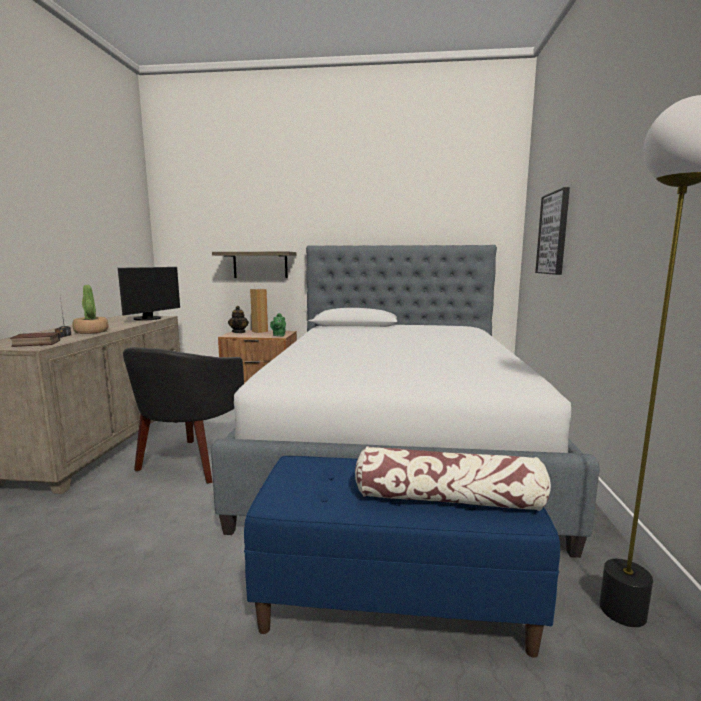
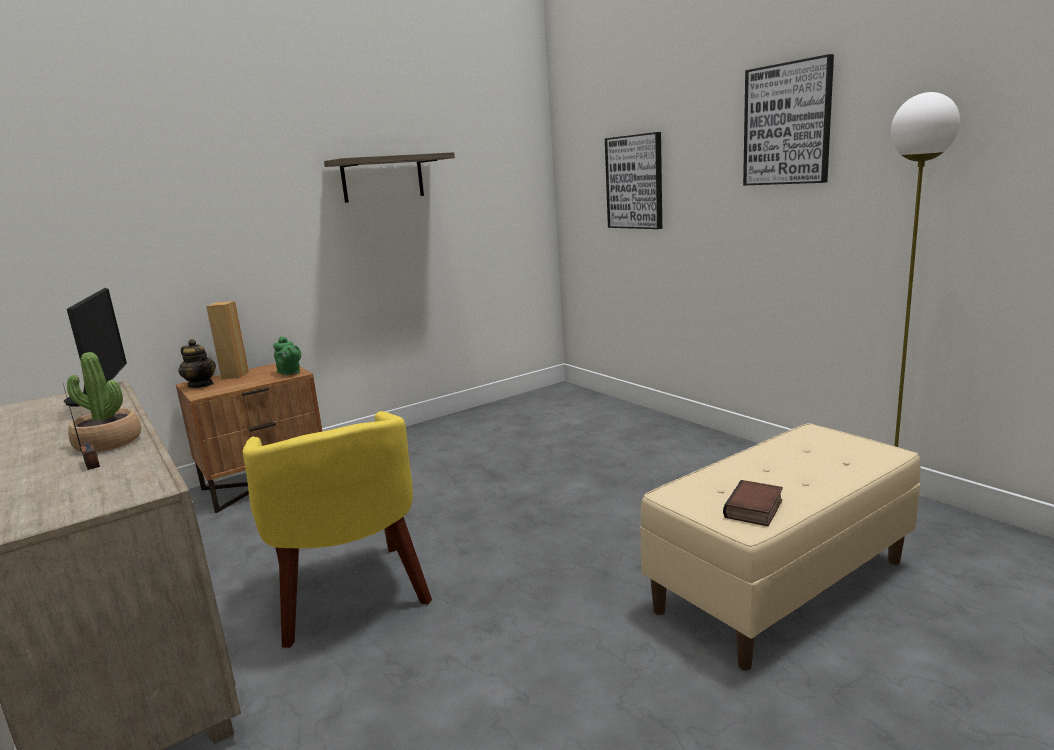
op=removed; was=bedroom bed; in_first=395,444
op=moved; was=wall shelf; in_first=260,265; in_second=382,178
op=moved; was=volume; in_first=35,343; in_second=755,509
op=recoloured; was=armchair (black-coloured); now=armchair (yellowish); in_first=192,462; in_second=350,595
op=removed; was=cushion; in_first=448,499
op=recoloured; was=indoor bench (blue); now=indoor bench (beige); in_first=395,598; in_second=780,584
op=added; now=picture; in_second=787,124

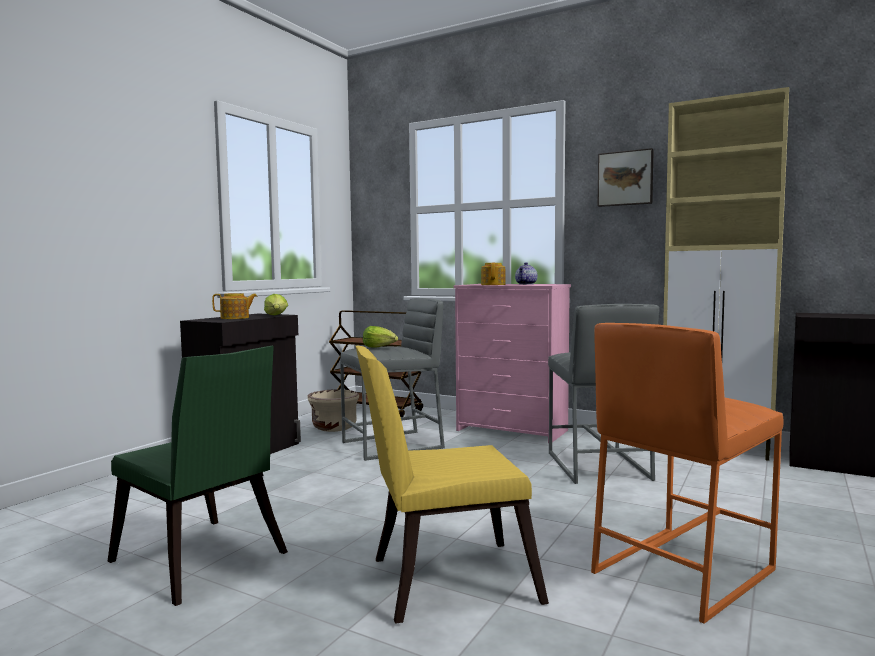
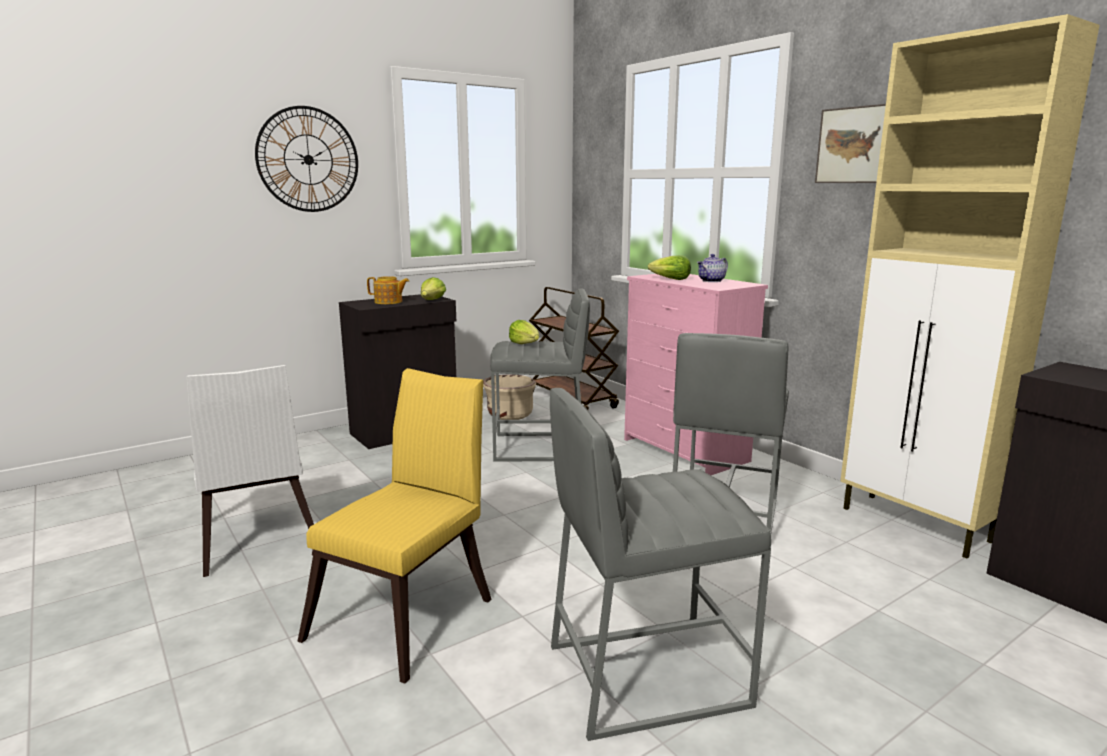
op=replaced; was=pot for tea; now=lettuce; in_first=493,284; in_second=670,279
op=recoloured; was=sitting stool (orange-coloured); now=sitting stool (gray); in_first=680,570; in_second=644,674
op=recoloured; was=upright chair (greenish); now=upright chair (white); in_first=202,563; in_second=258,541
op=turned; was=upright chair (yellowish); in_first=442,580; in_second=410,613; clockwise=105
op=added; now=hanging clock; in_second=308,159

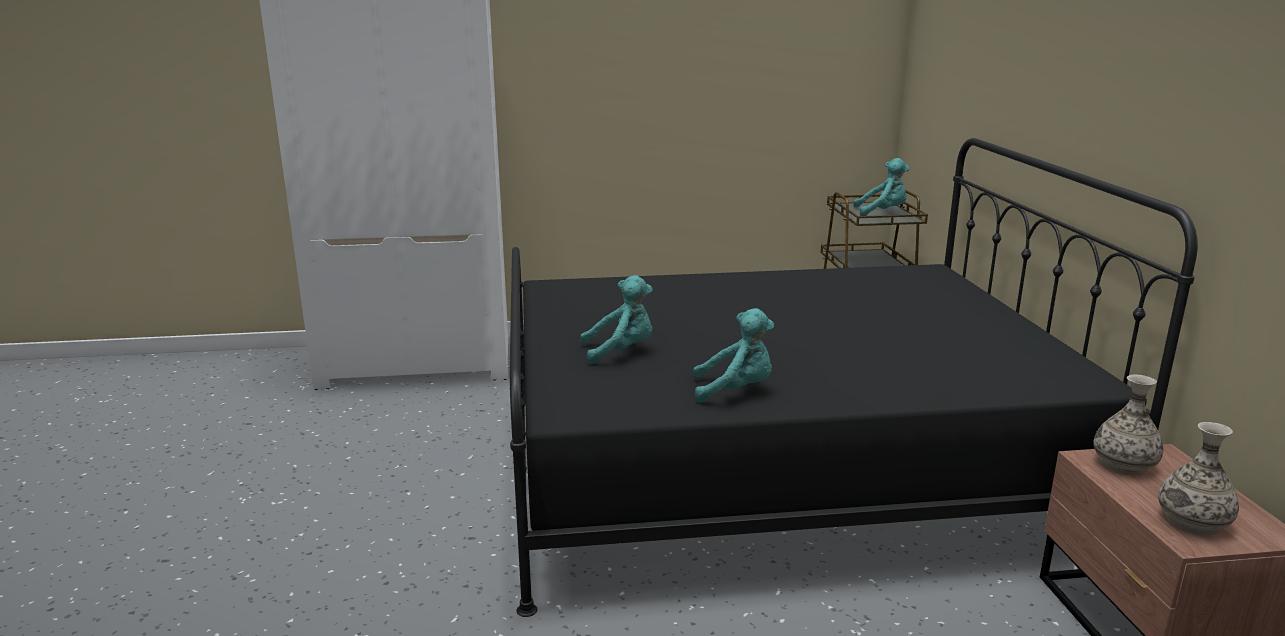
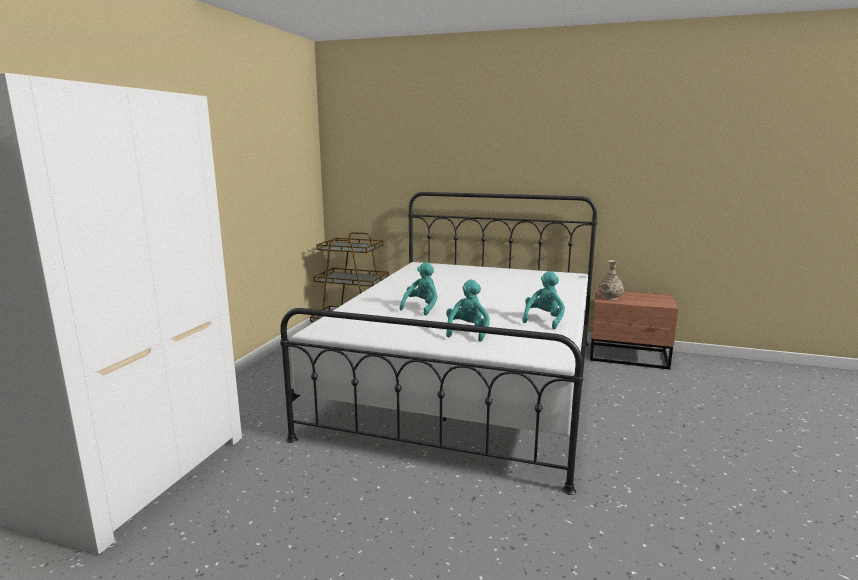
op=recoloured; was=bedroom bed (black-coloured); now=bedroom bed (white); in_first=775,468; in_second=465,383
op=moved; was=plush toy (turquoise-coloured); in_first=882,213; in_second=421,308
op=removed; was=flower vase; in_first=1192,521

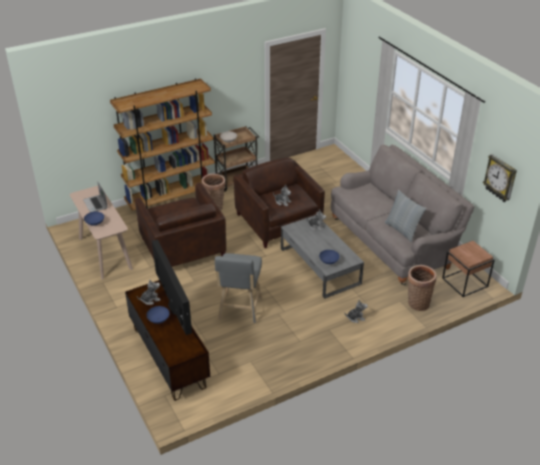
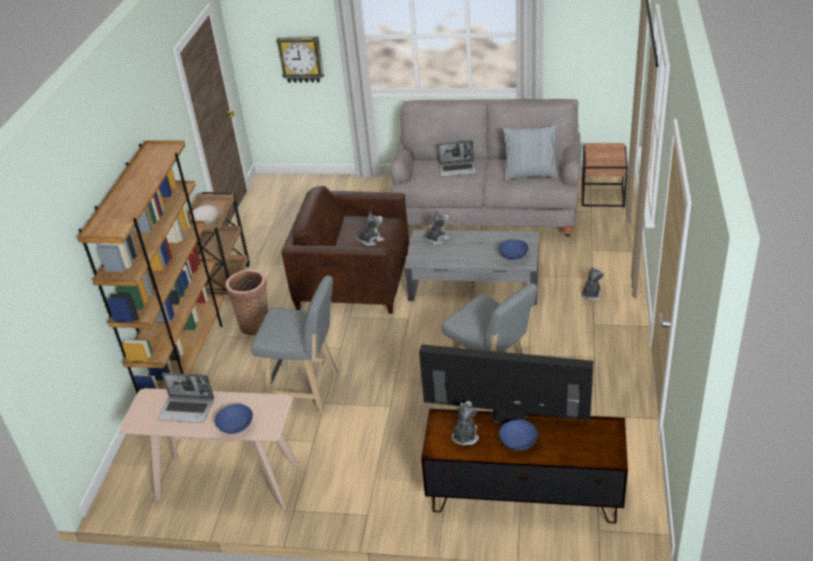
op=moved; was=hanging clock; in_first=500,178; in_second=301,59
op=replaced; was=armchair (brownish); now=sitting stool (gray); in_first=182,248; in_second=307,391
op=removed; was=household basket; in_first=417,302
op=added; now=notebook computer; in_second=458,169

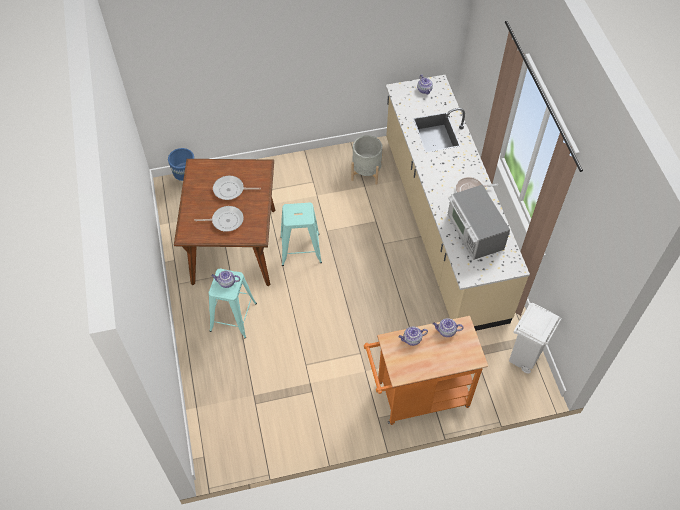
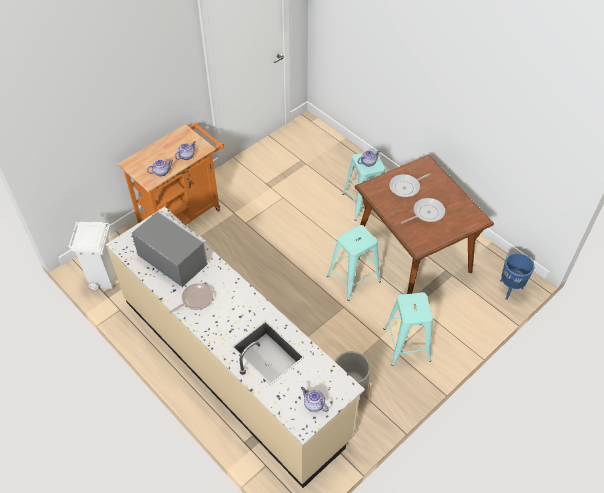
op=added; now=sitting stool (turquoise-coloured); in_second=406,344

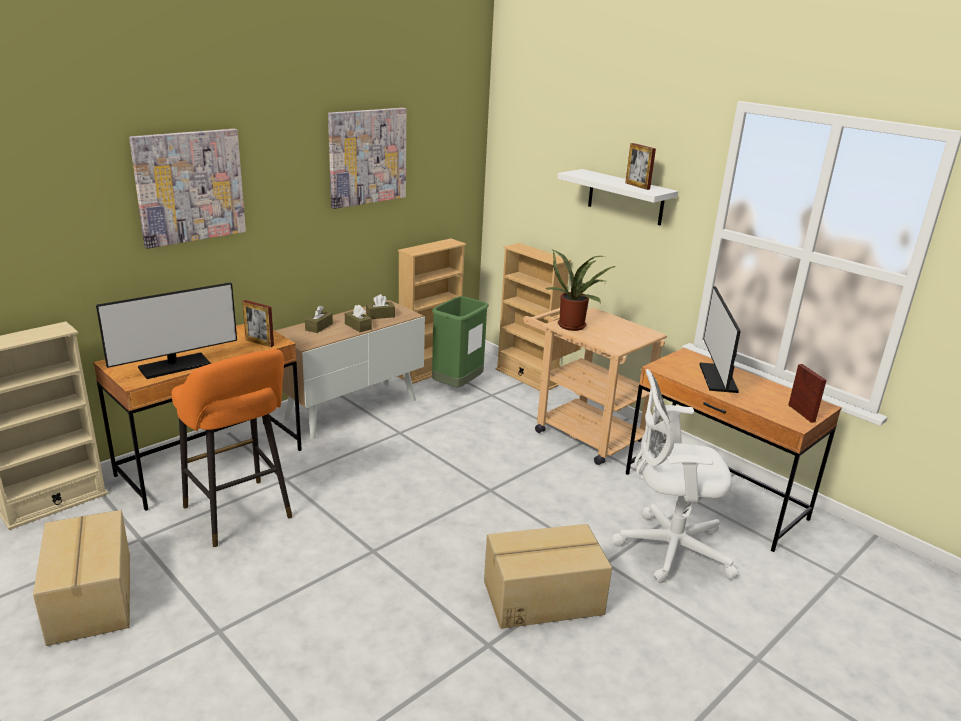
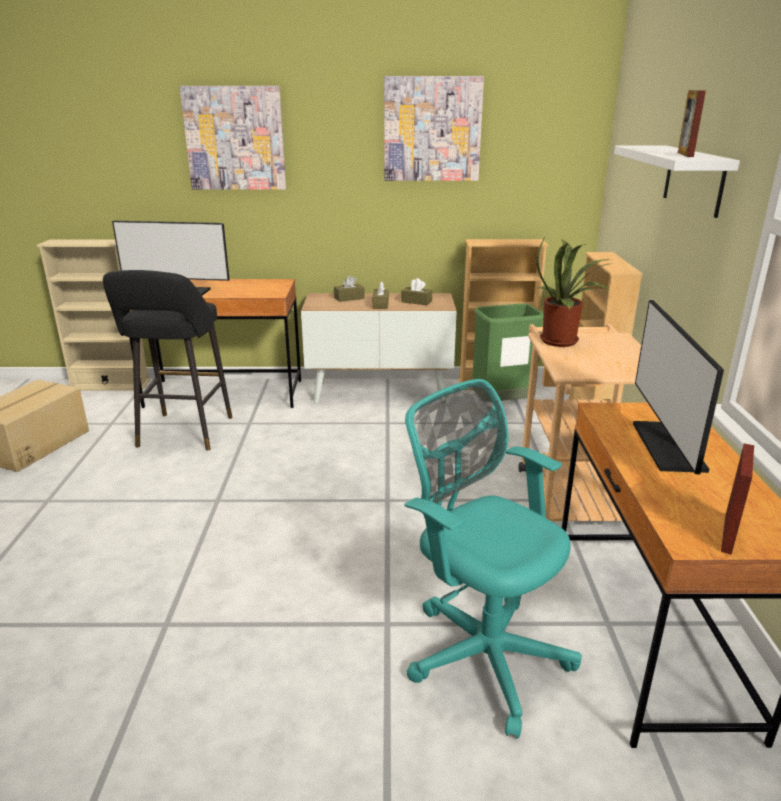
op=turned; was=computer display; in_first=718,378; in_second=668,446; clockwise=-45
op=removed; was=photo frame; in_first=259,342
op=recoloured; was=sitting stool (orange-coloured); now=sitting stool (black-coloured); in_first=240,515; in_second=183,434
op=recoloured; was=office chair (white); now=office chair (turquoise-coloured); in_first=667,548; in_second=482,652
op=removed; was=carton; in_first=542,596

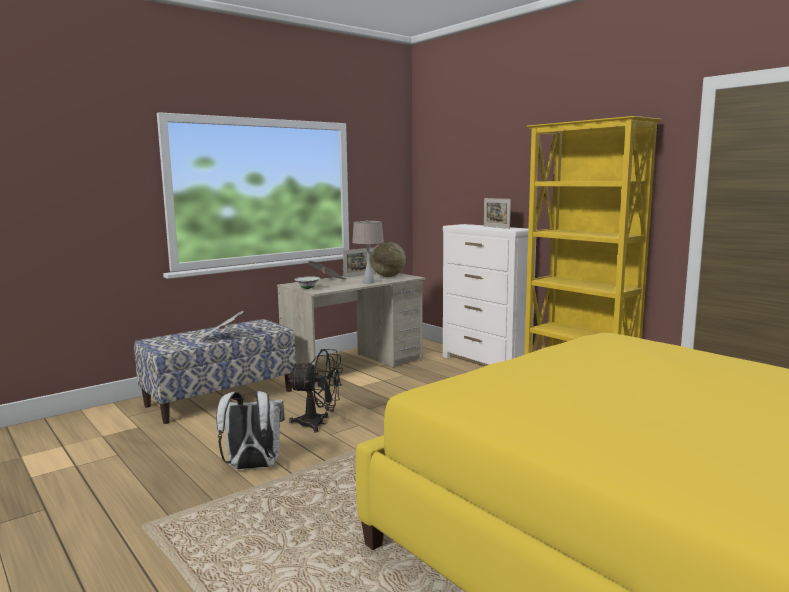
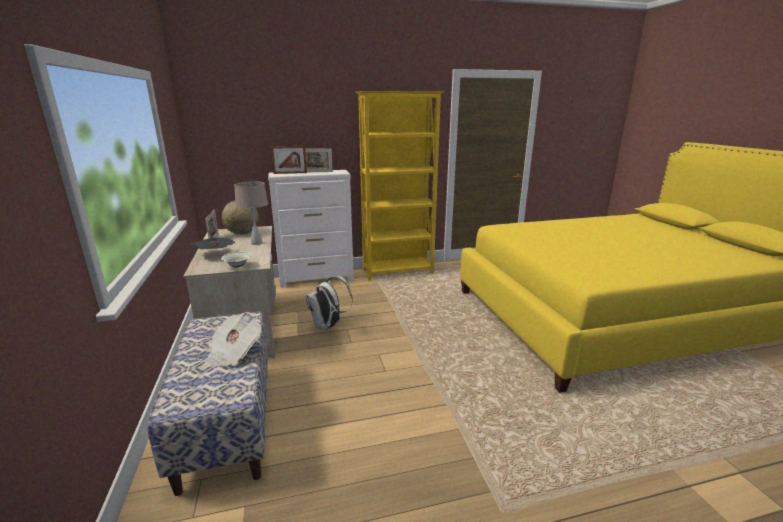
op=removed; was=cooling fan (black-coloured); in_first=318,424
op=moved; was=knapsack (white); in_first=252,467; in_second=328,326
op=added; now=photo frame; in_second=290,173

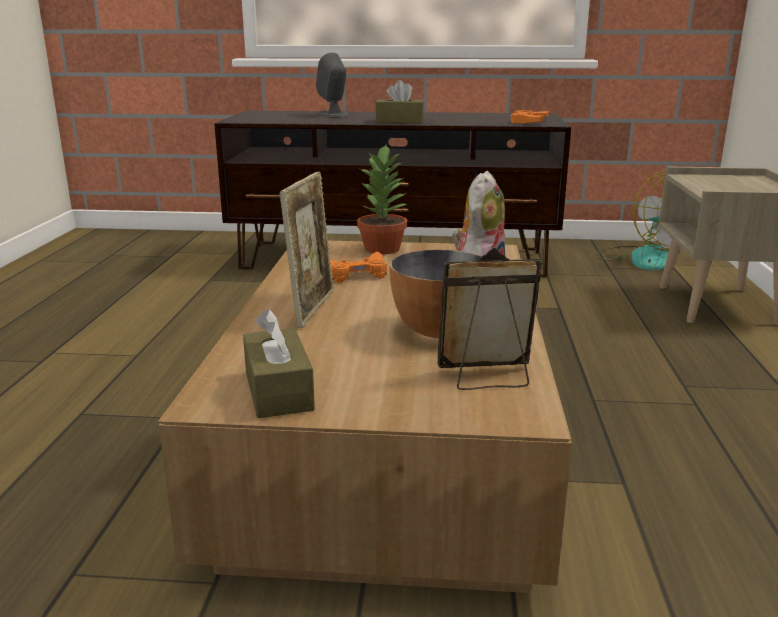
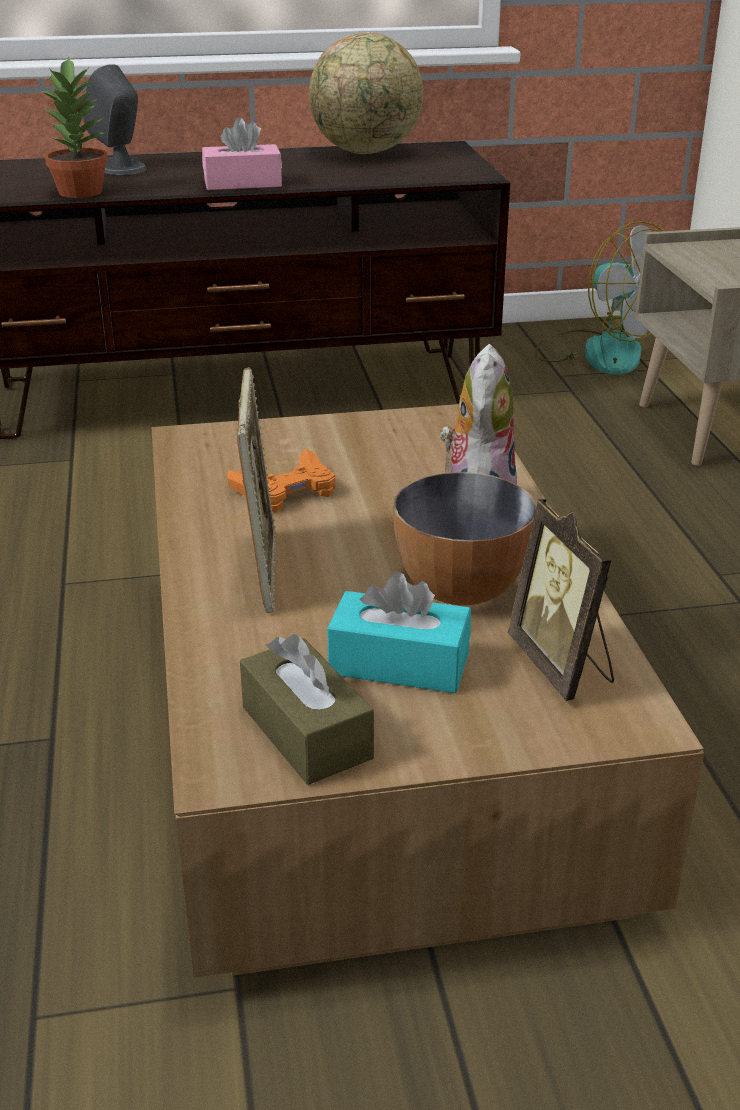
op=recoloured; was=tissue holder (brownish); now=tissue holder (pinkish); in_first=399,121; in_second=242,183
op=removed; was=joypad (orange-coloured); in_first=528,122
op=moved; was=potted plant; in_first=383,249; in_second=82,192
op=turned; was=photo frame; in_first=487,378; in_second=562,665; clockwise=-90
op=added; now=world globe; in_second=366,152
op=added; now=tissue holder (turquoise-coloured); in_second=399,664

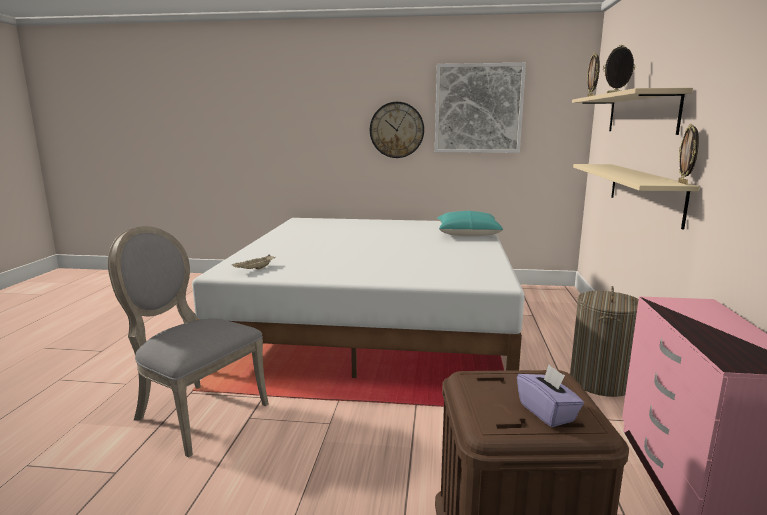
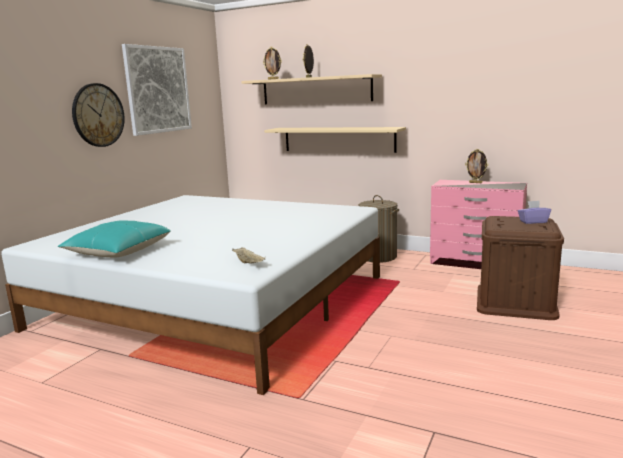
op=moved; was=photo frame; in_first=683,183; in_second=476,182
op=moved; was=cushion (turquoise-coloured); in_first=467,234; in_second=118,251
op=removed; was=upright chair (gray); in_first=195,413

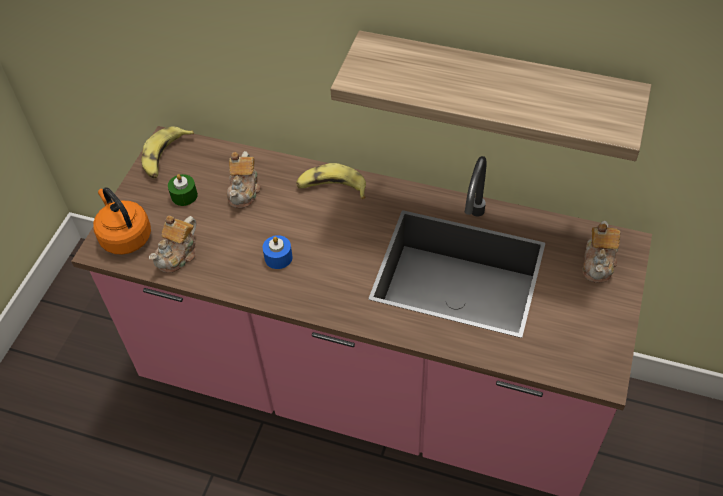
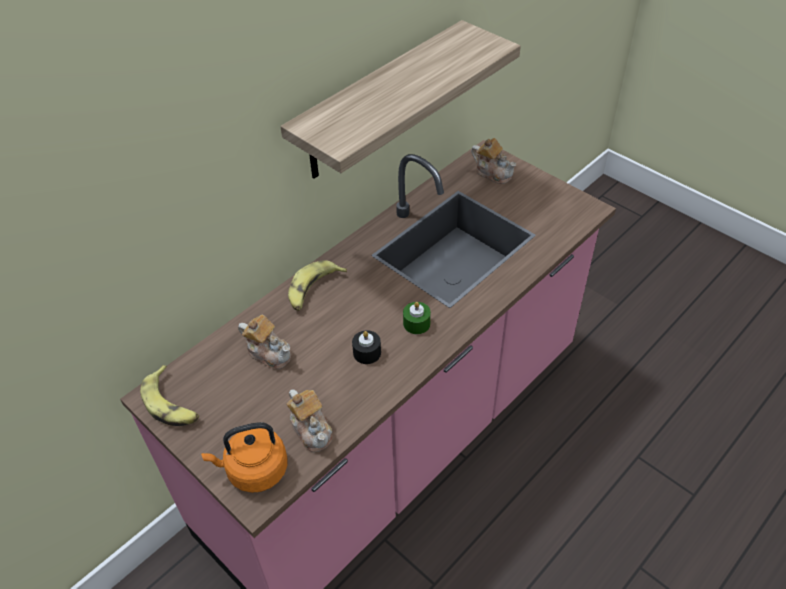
op=moved; was=candle (greenish); in_first=184,195; in_second=416,323
op=recoloured; was=candle (blue); now=candle (black-coloured); in_first=278,257; in_second=367,353

